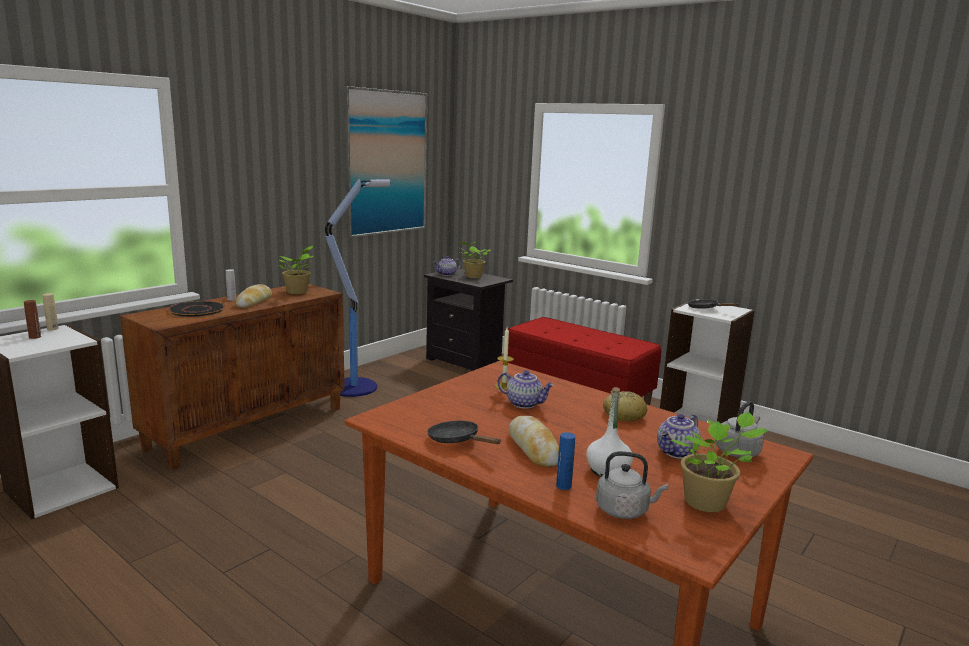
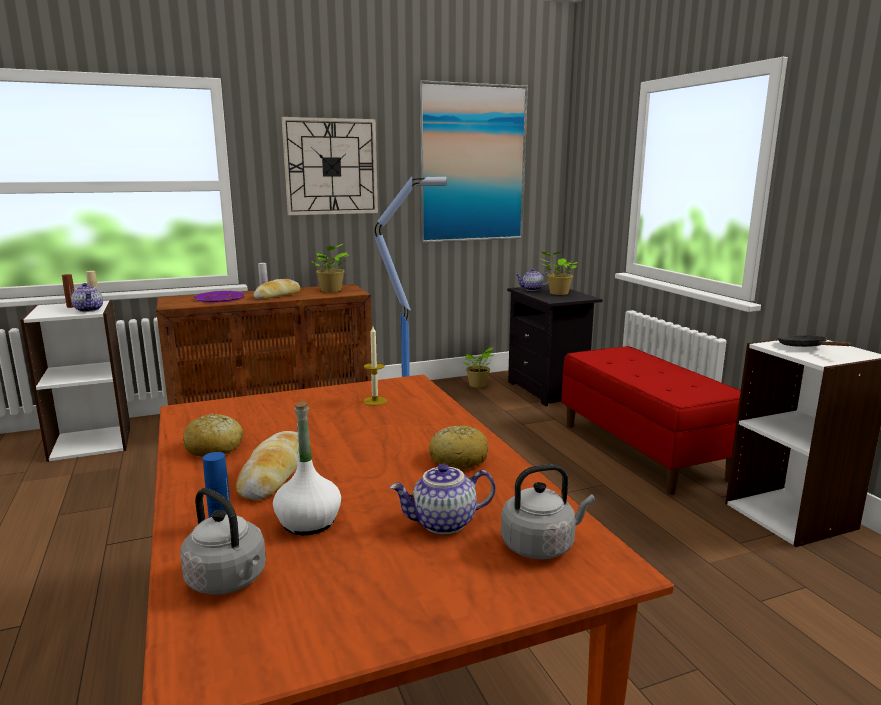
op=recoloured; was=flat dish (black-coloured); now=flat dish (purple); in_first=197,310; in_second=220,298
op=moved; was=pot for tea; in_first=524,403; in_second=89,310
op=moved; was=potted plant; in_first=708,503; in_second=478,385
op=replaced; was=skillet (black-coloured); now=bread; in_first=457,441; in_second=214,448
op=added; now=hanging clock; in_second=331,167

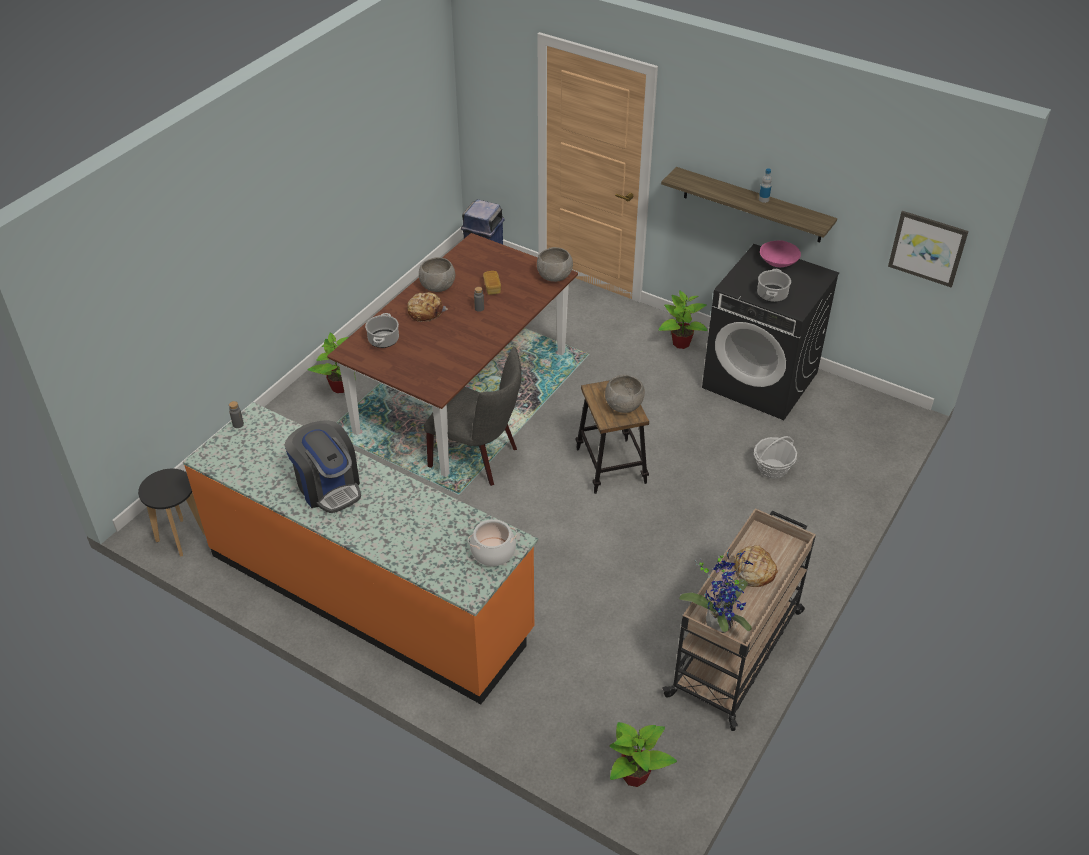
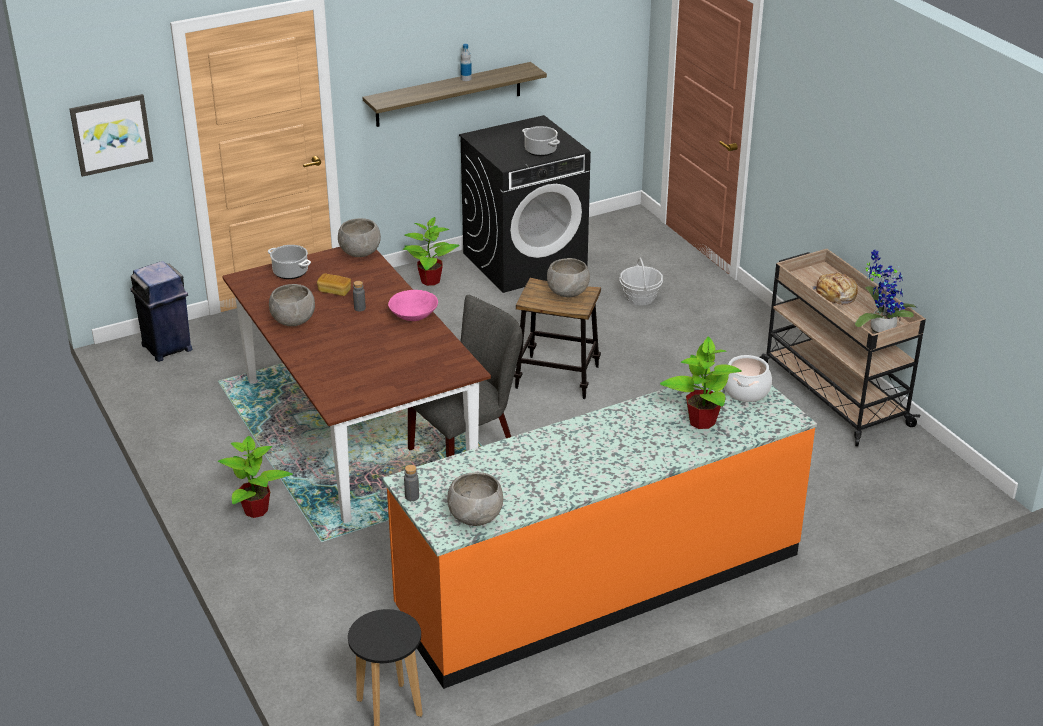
op=moved; was=picture; in_first=927,248; in_second=111,134
op=moved; was=deep dish (pinkish); in_first=778,262; in_second=413,316
op=removed; was=bread; in_first=425,311
op=moved; was=stockpot; in_first=383,339; in_second=290,272
op=removed; was=coffee machine; in_first=328,487
op=moved; was=potted plant; in_first=635,775; in_second=701,421
op=added; now=deep dish (gray); in_second=476,517

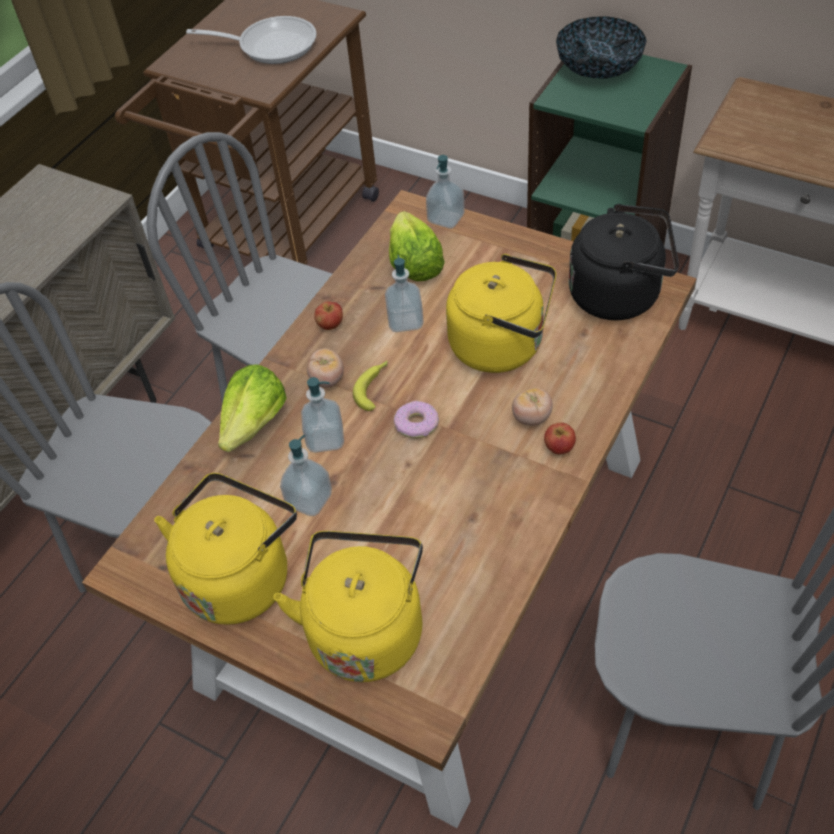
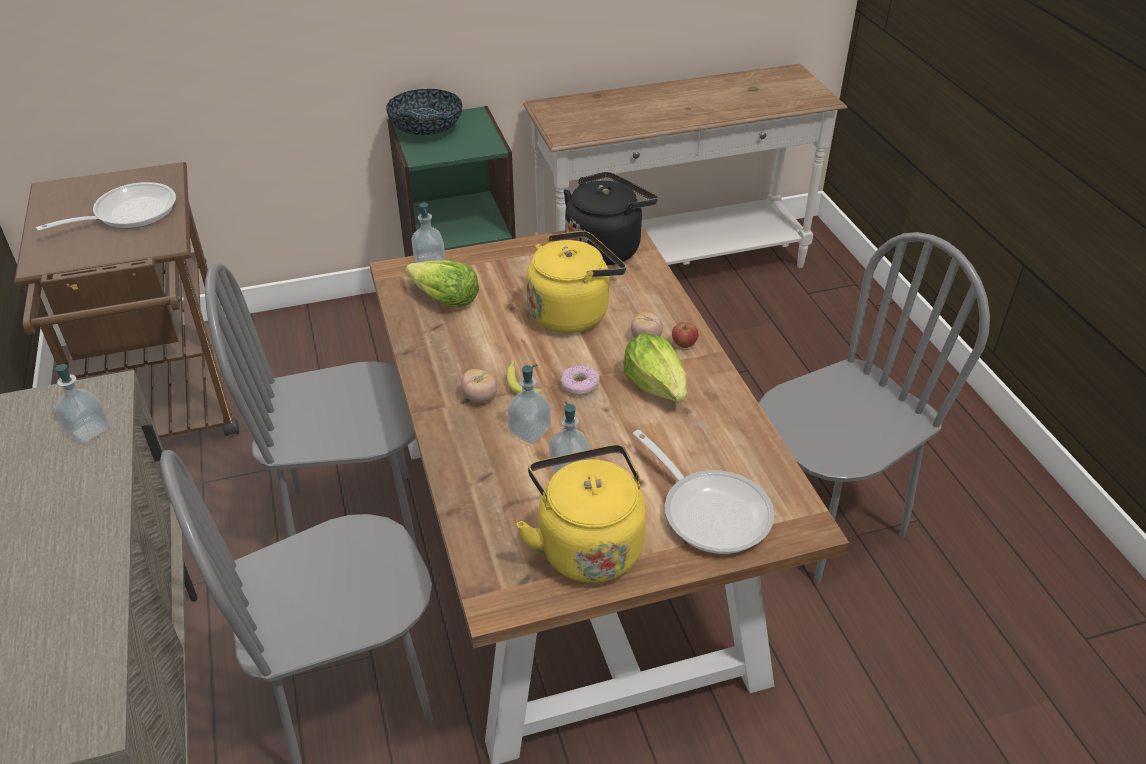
op=moved; was=liquid soap bottle; in_first=405,321; in_second=88,431
op=removed; was=apple fruit; in_first=330,325
op=moved; was=lettuce; in_first=255,423; in_second=656,386
op=replaced; was=kettle (yellowish); now=skillet; in_first=366,628; in_second=710,511

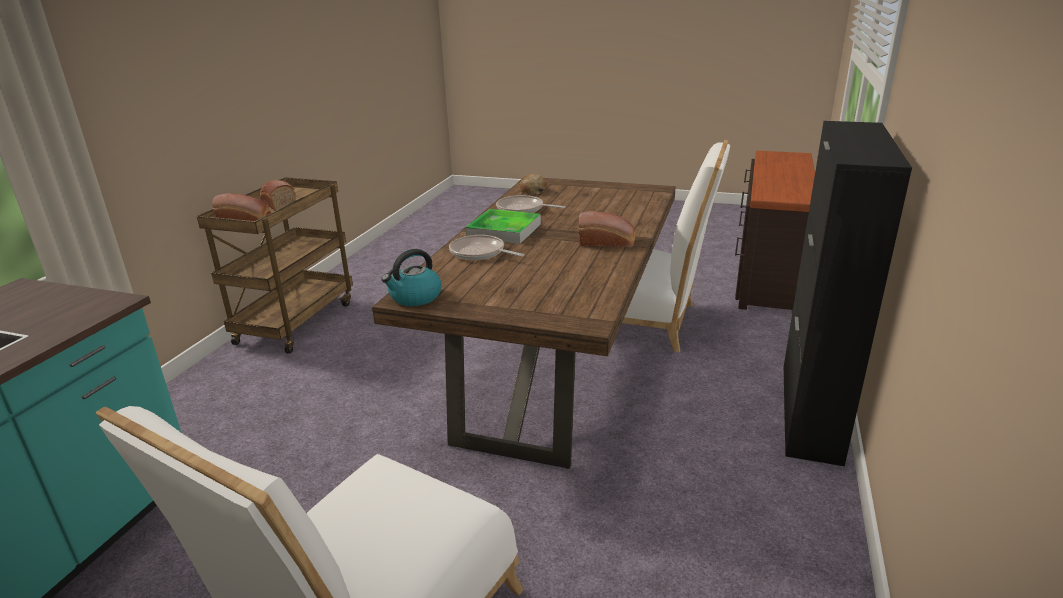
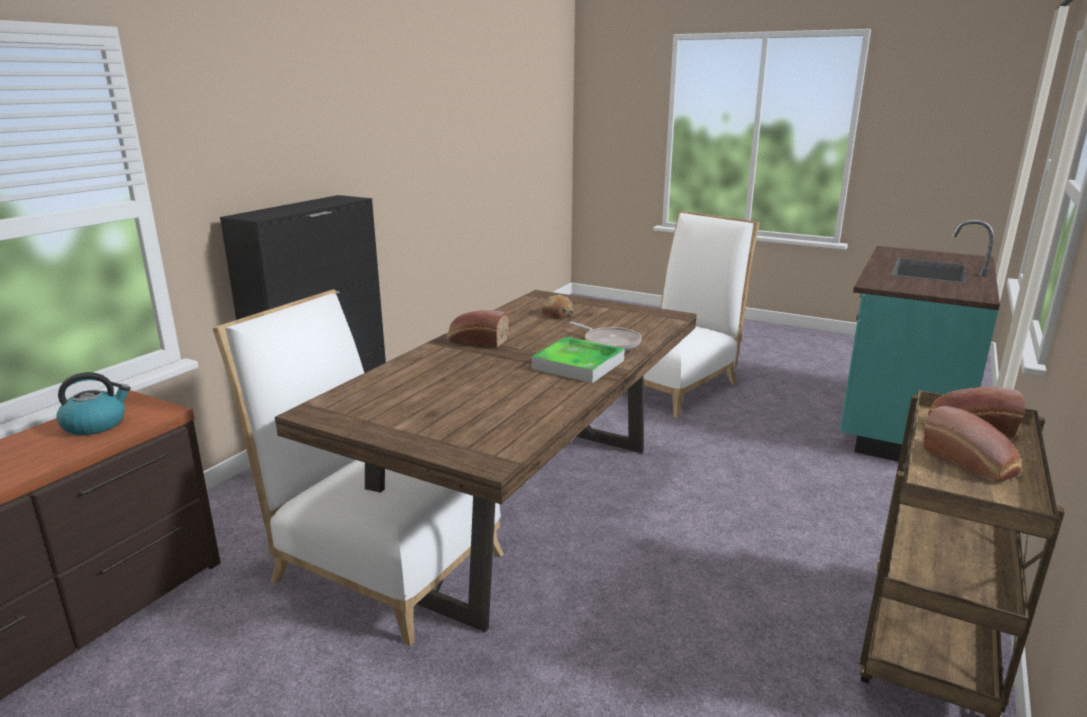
op=moved; was=bread; in_first=533,191; in_second=558,314
op=removed; was=skillet; in_first=522,209
op=moved; was=kettle; in_first=415,297; in_second=96,424

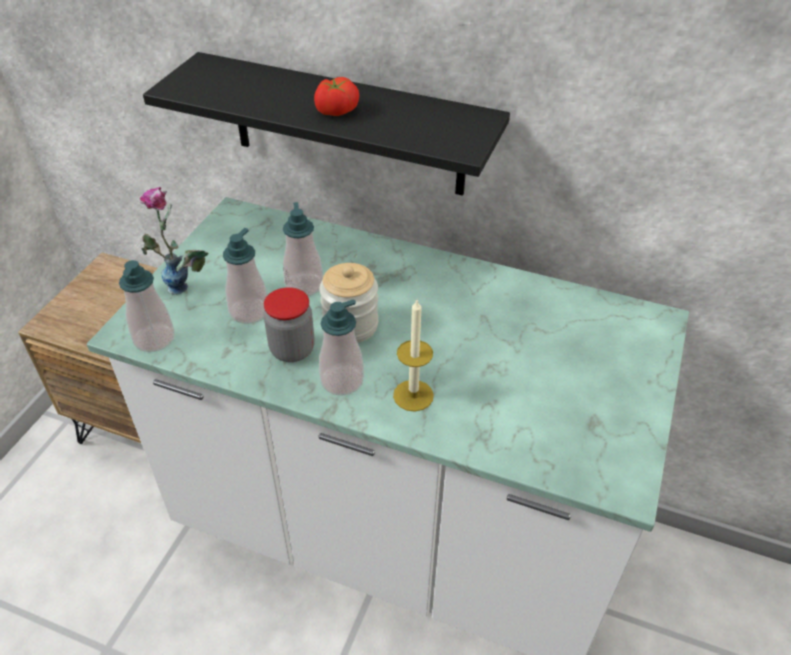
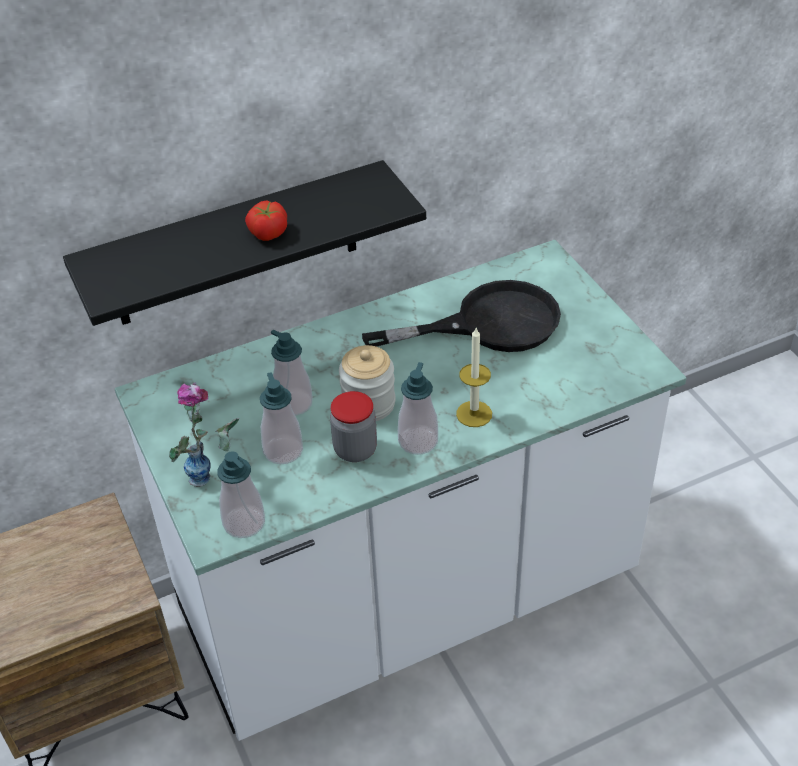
op=added; now=skillet (black-coloured); in_second=489,324

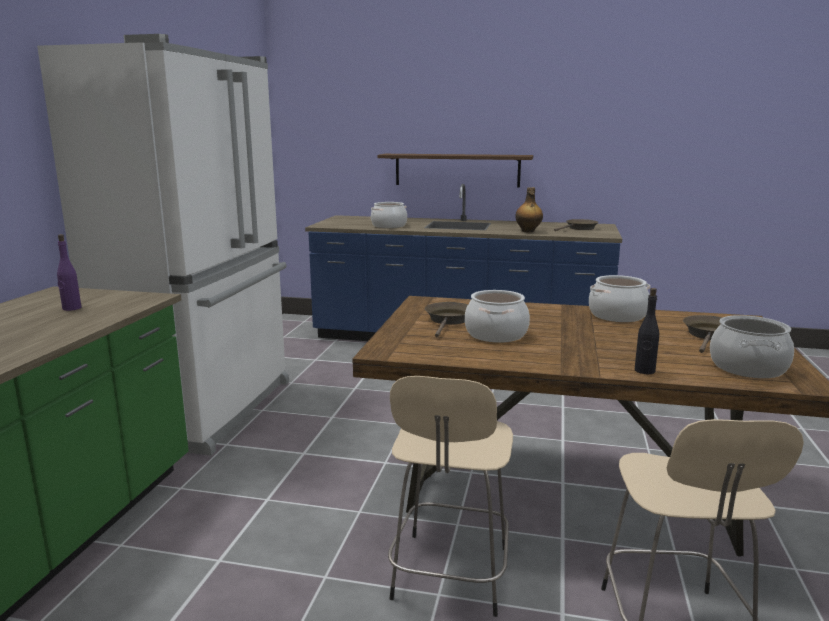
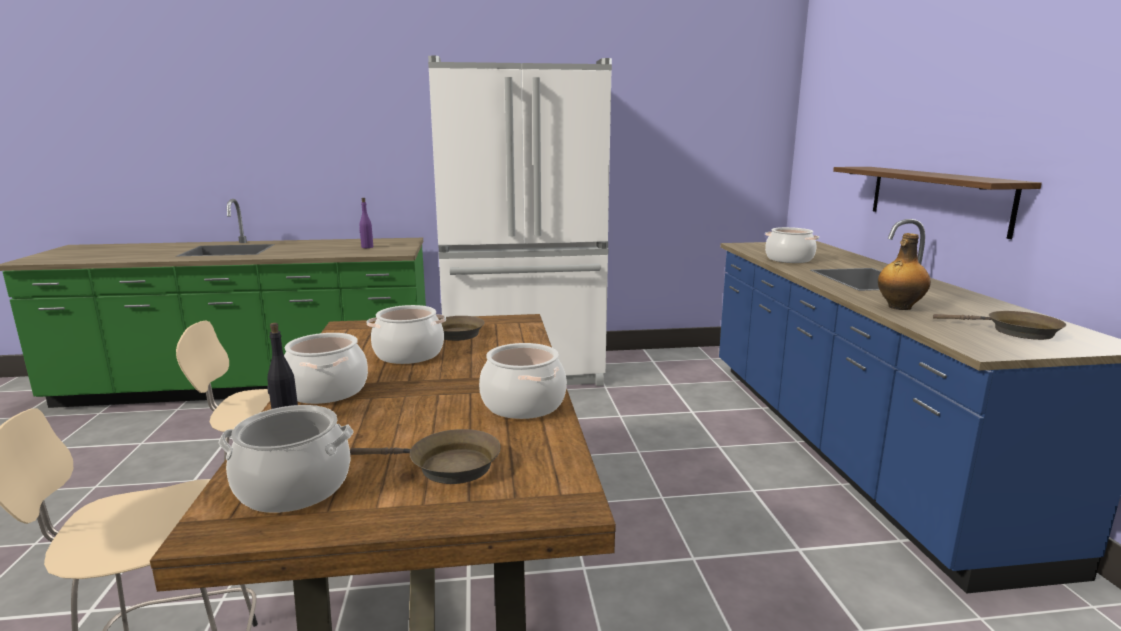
op=added; now=stockpot; in_second=327,391

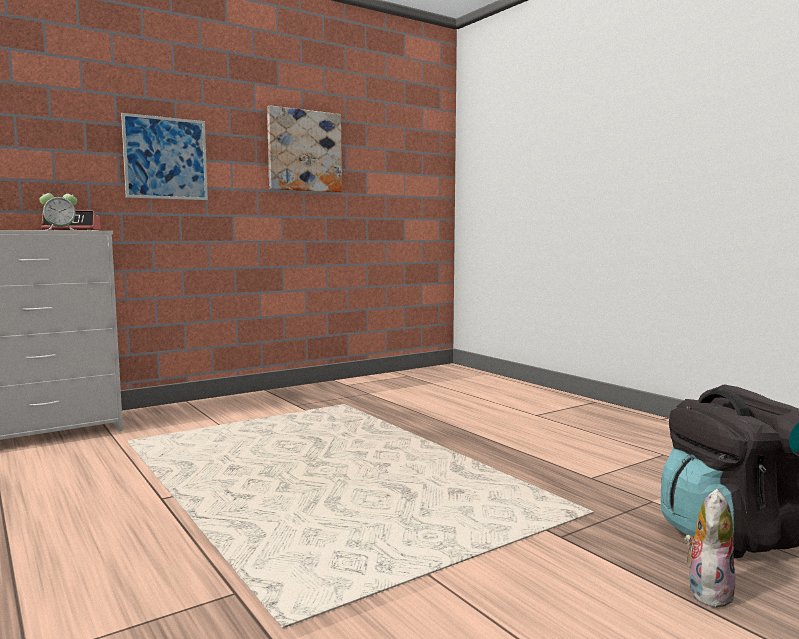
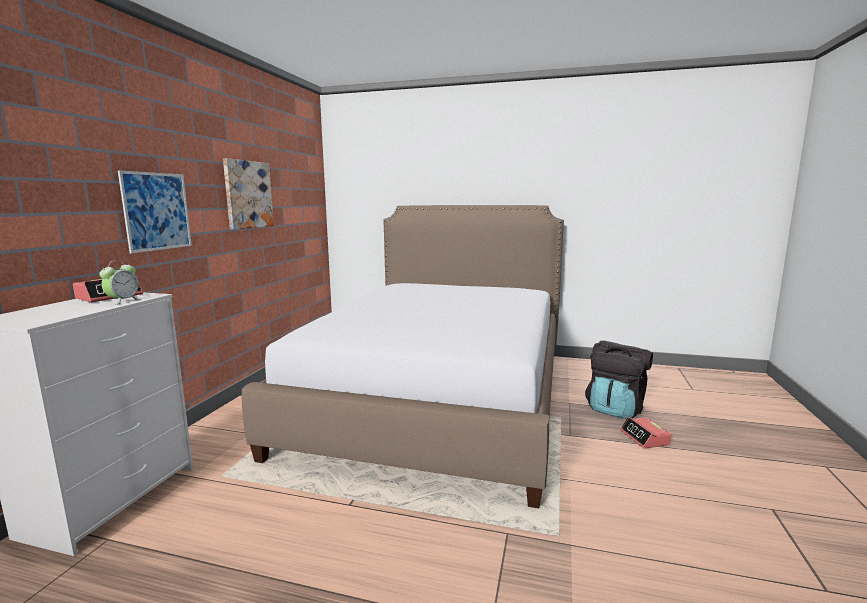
op=replaced; was=plush toy; now=table clock; in_first=707,591; in_second=645,438
op=added; now=bedroom bed; in_second=439,398

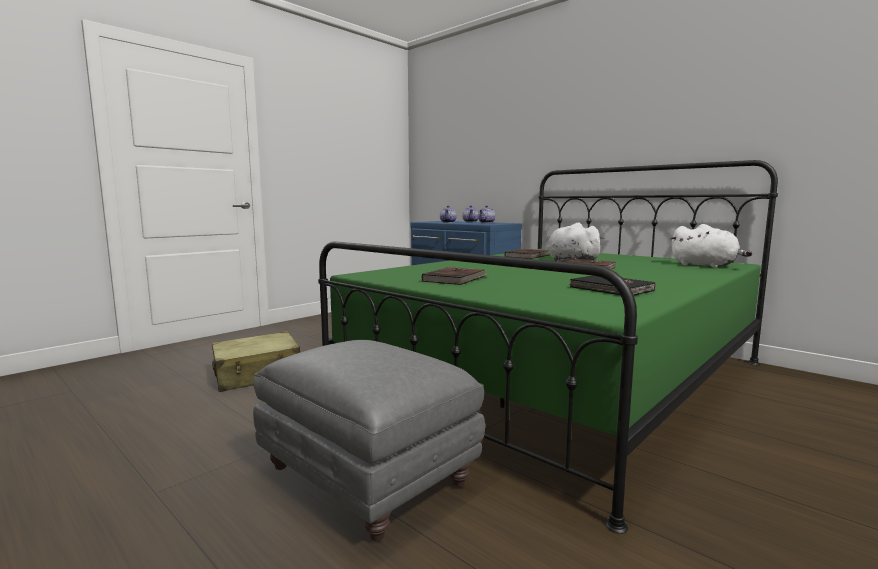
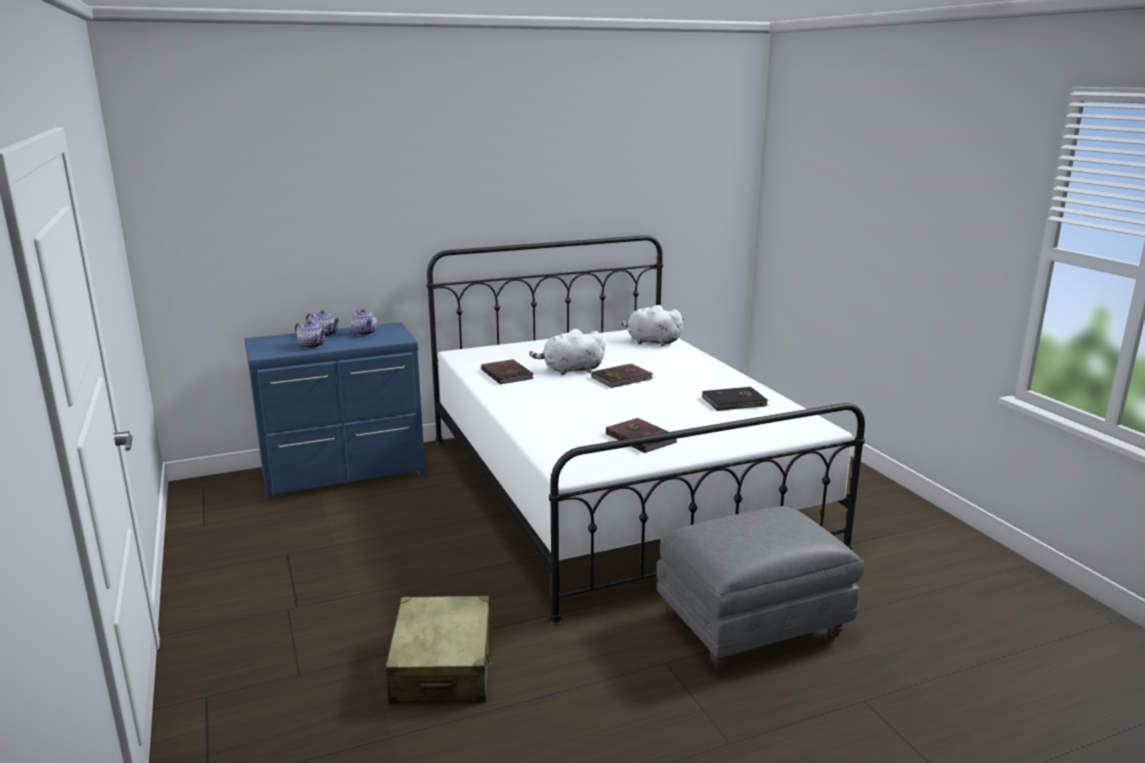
op=recoloured; was=bedroom bed (greenish); now=bedroom bed (white); in_first=558,377; in_second=616,490
op=turned; was=plush toy (white); in_first=706,266; in_second=651,342; clockwise=-135

